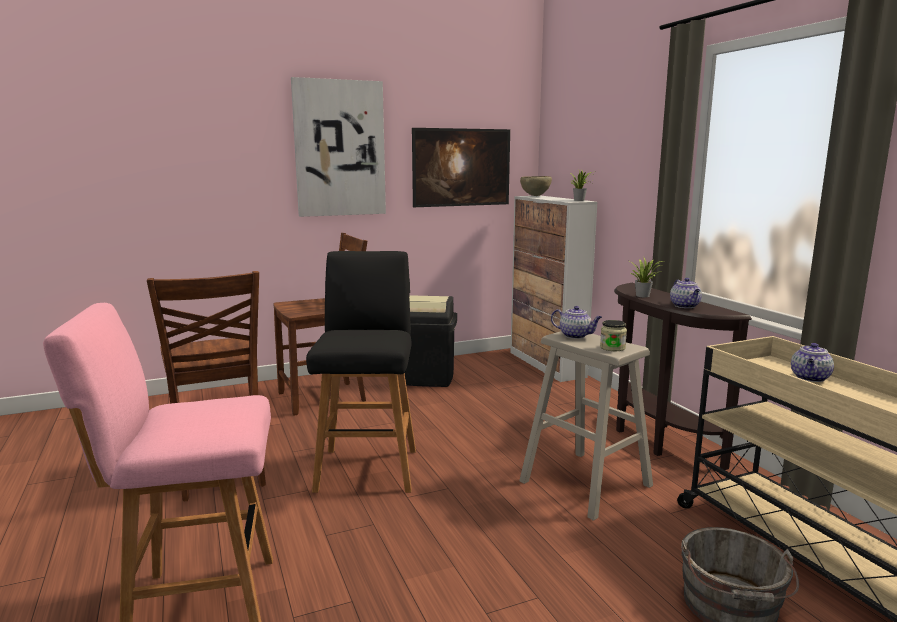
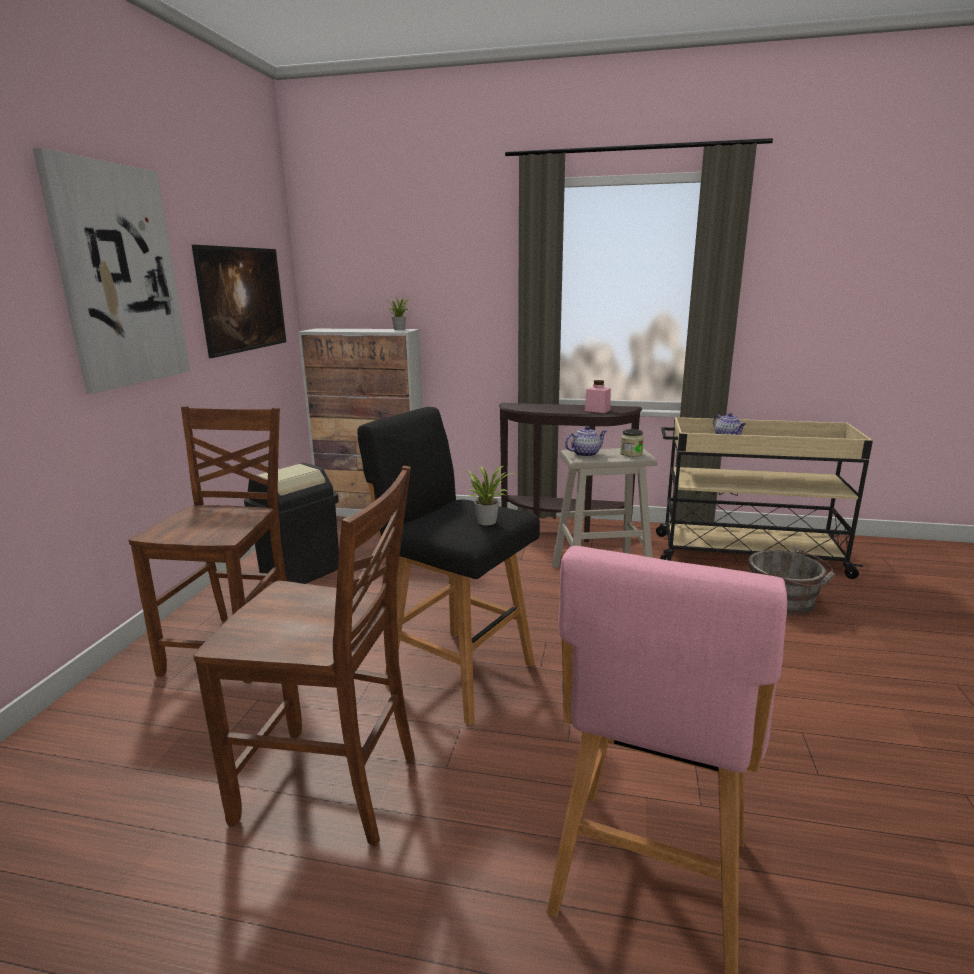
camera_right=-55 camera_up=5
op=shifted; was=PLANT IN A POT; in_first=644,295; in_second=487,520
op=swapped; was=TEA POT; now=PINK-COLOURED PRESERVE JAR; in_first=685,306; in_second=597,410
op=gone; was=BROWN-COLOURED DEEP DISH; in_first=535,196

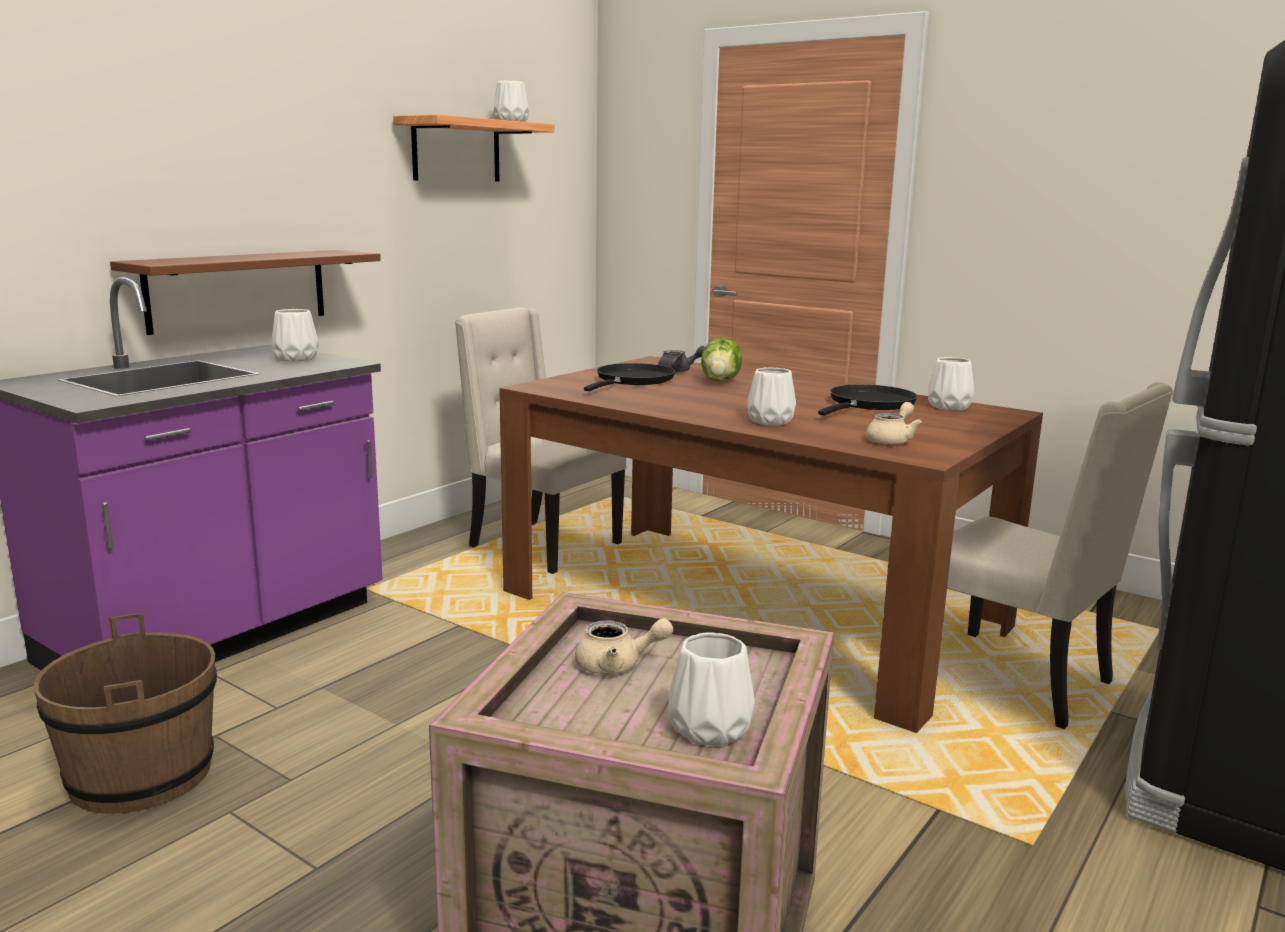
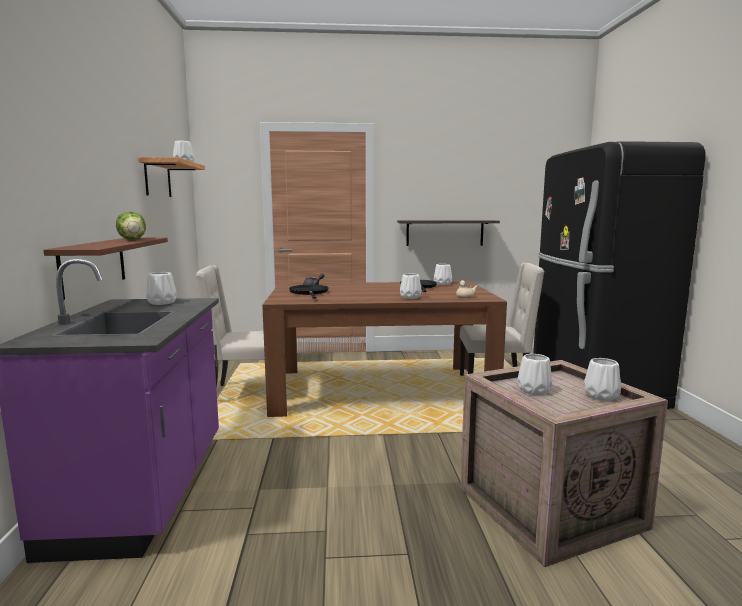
camera_right=-40 camera_up=-5
op=shifted; was=LETTUCE HEAD; in_first=721,380; in_second=133,239
op=new; now=SHELF; in_second=444,233
op=swapped; was=SAND-COLOURED TEA POT; now=WHITE-COLOURED VASE; in_first=617,665; in_second=533,390
op=gone; was=BROWN-COLOURED WATER BUCKET; in_first=142,775

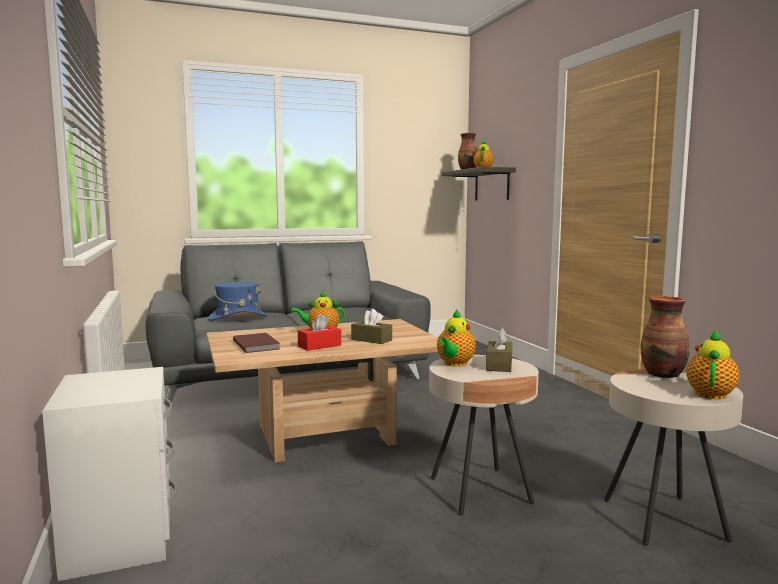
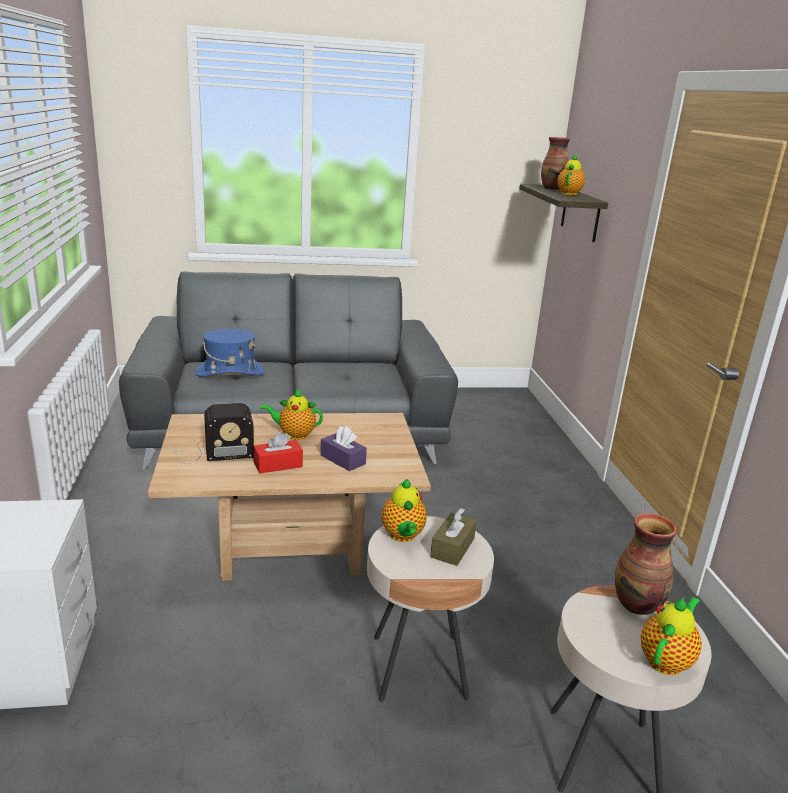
camera_right=10 camera_up=15
op=swapped; was=BROWN-COLOURED VOLUME; now=RADIO RECEIVER; in_first=257,345; in_second=212,452
op=repainted; was=BROWN-COLOURED TISSUE HOLDER; now=PURPLISH TISSUE HOLDER; in_first=371,340; in_second=342,459
op=rotated; was=TEA POT; in_first=454,364; in_second=403,536; clockwise=-45

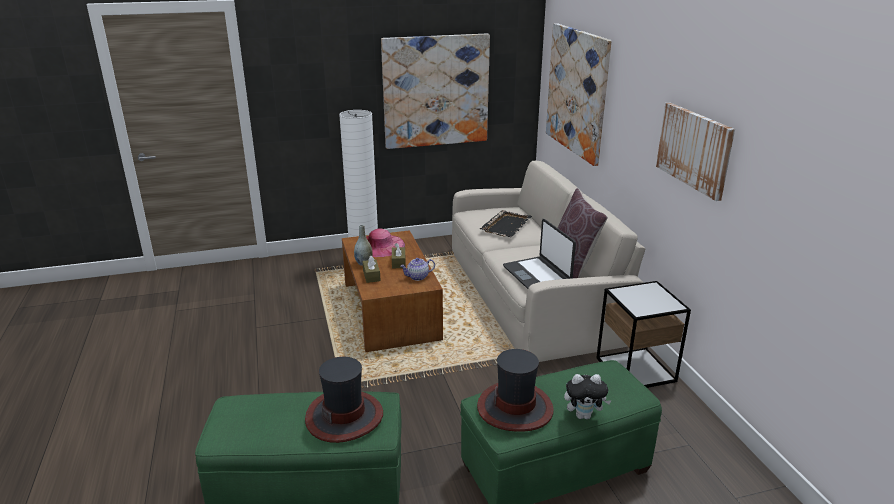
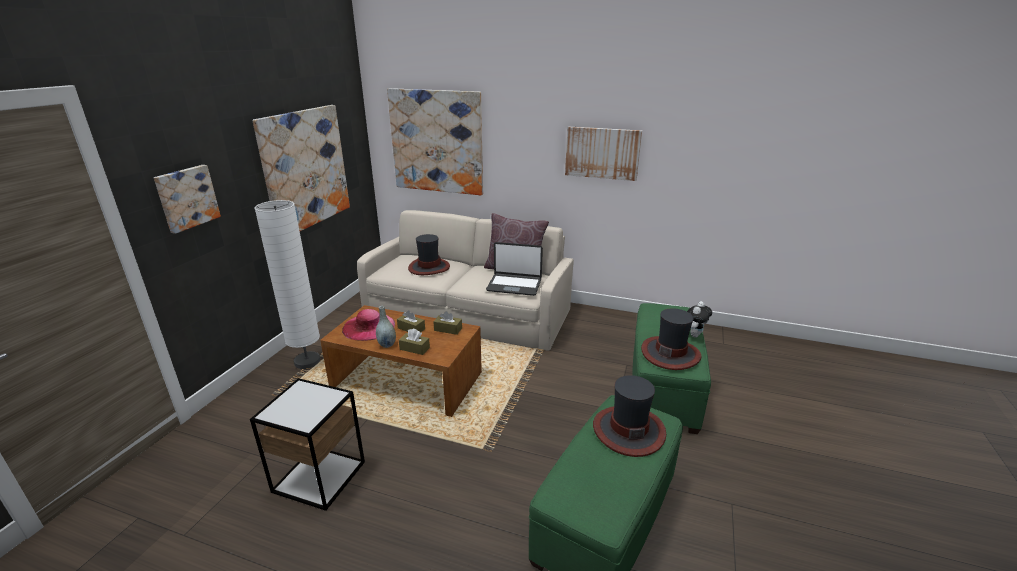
camera_right=-55 camera_up=0
op=new; now=WALL ART; in_second=186,198
op=shifted; was=END TABLE; in_first=636,369; in_second=319,476
op=swapped; was=BLACKISH TRAY; now=HAT; in_first=506,225; in_second=429,267
op=swapped; was=TEA POT; now=BROWN-COLOURED TISSUE HOLDER; in_first=417,277; in_second=448,329

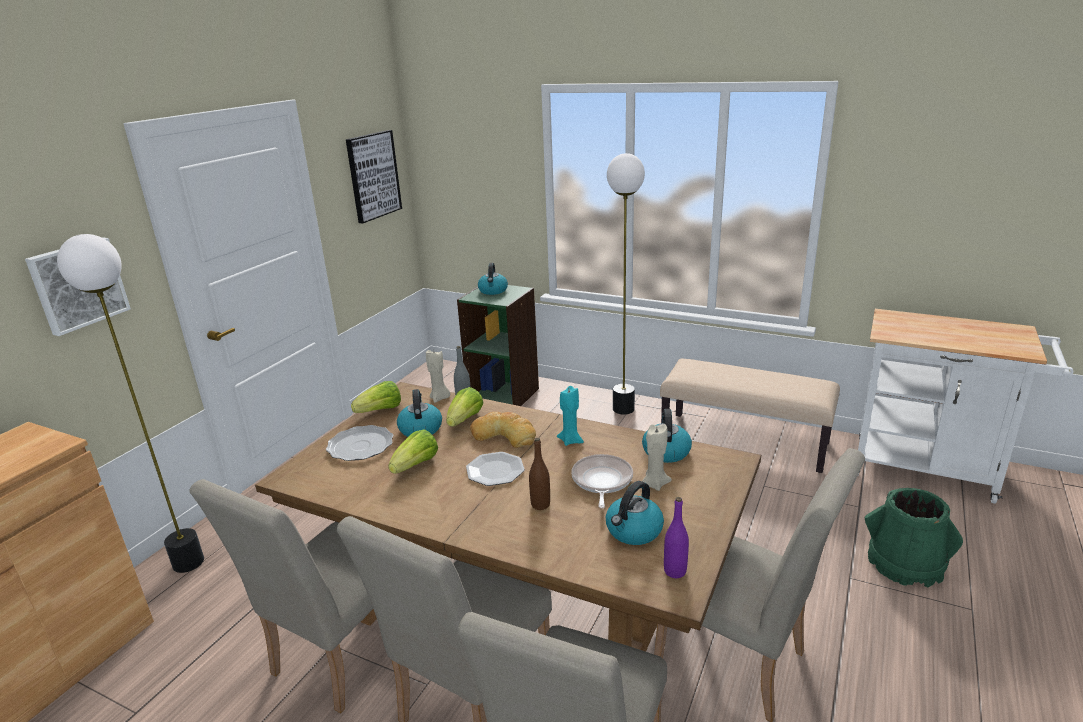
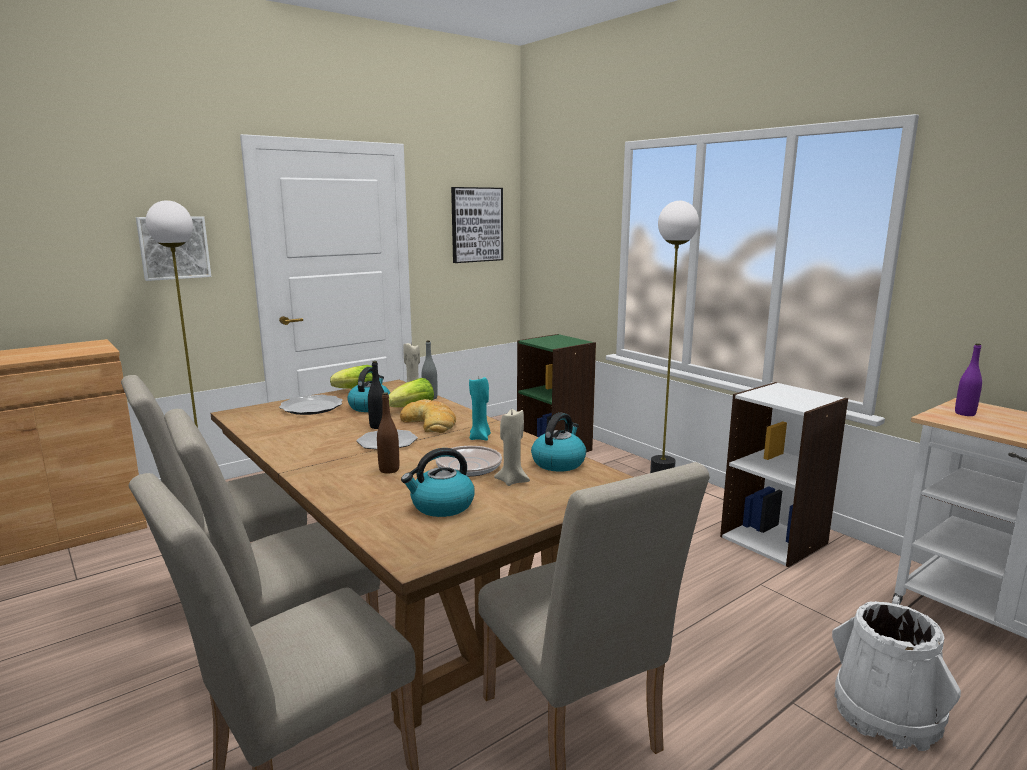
camera_right=25 camera_up=-10
op=new; now=BLACKISH DRINK BOTTLE; in_second=378,426
op=swapped; was=SAND-COLOURED BENCH; now=WHITE-COLOURED SHELVING UNIT; in_first=744,441; in_second=774,540
op=repainted; was=GREEN-COLOURED WATER BUCKET; now=WHITE-COLOURED WATER BUCKET; in_first=904,563; in_second=885,713
op=shifted; was=PURPLISH DRINK BOTTLE; in_first=675,571; in_second=965,413
op=gone; was=LETTUCE HEAD; in_first=416,465
op=gone; was=KETTLE; in_first=493,291

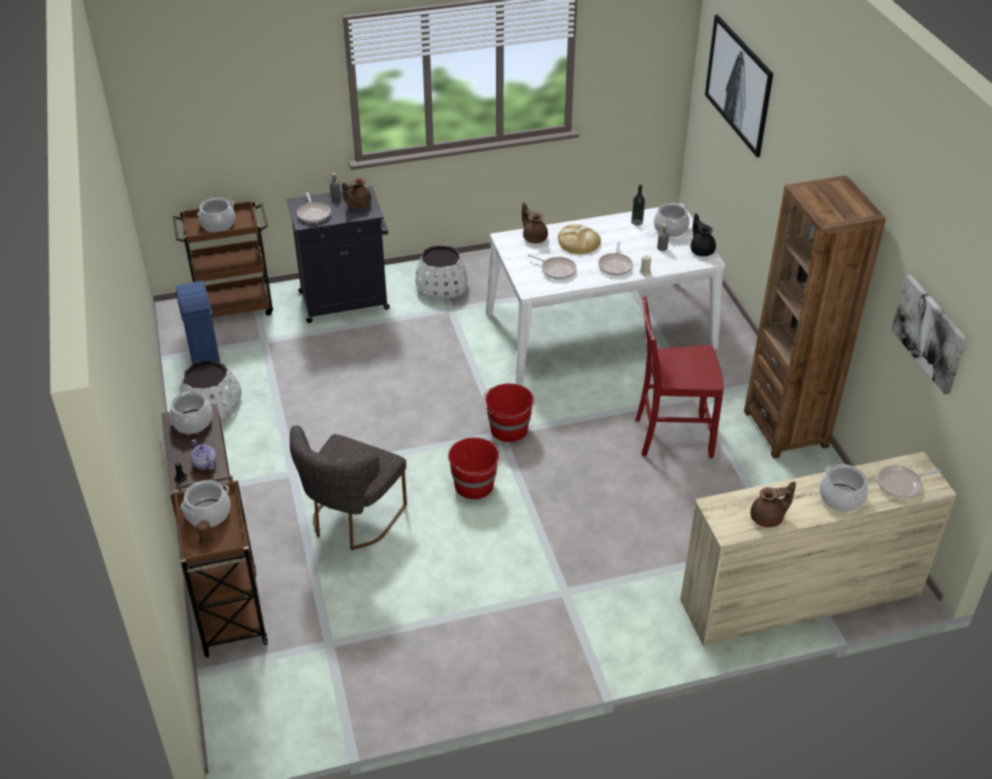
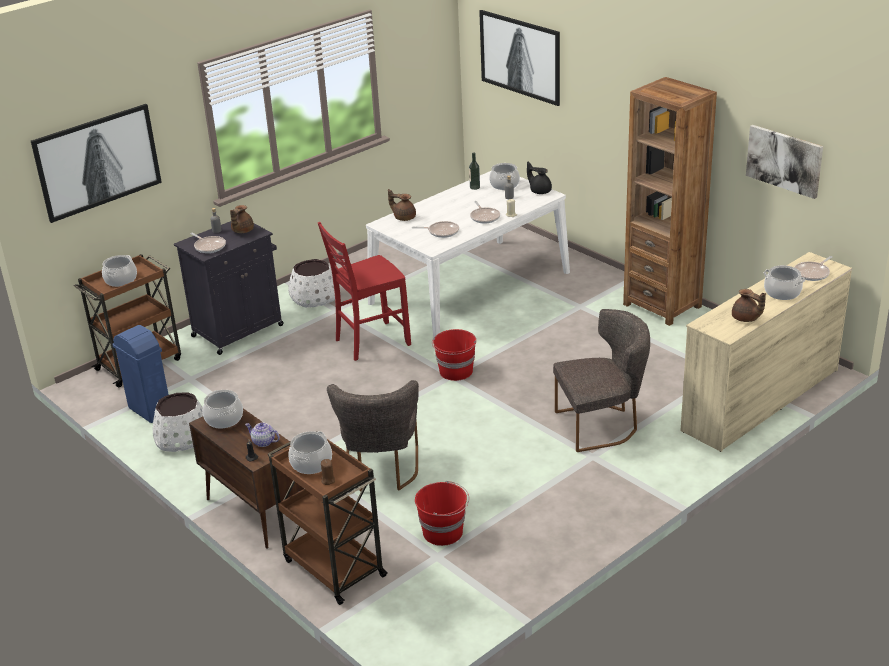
camera_right=-25 camera_up=-10
op=new; now=WALL ART; in_second=98,162
op=shifted; was=RED-COLOURED PLAIN CHAIR; in_first=671,436; in_second=370,342
op=shifted; was=RED-COLOURED WATER BUCKET; in_first=475,485; in_second=443,532
op=new; now=GREY PLAIN CHAIR; in_second=602,425
op=rotated; was=BROWN-COLOURED TEA POT; in_first=768,518; in_second=746,319; clockwise=90
op=gone; was=BAKED BREAD; in_first=578,242

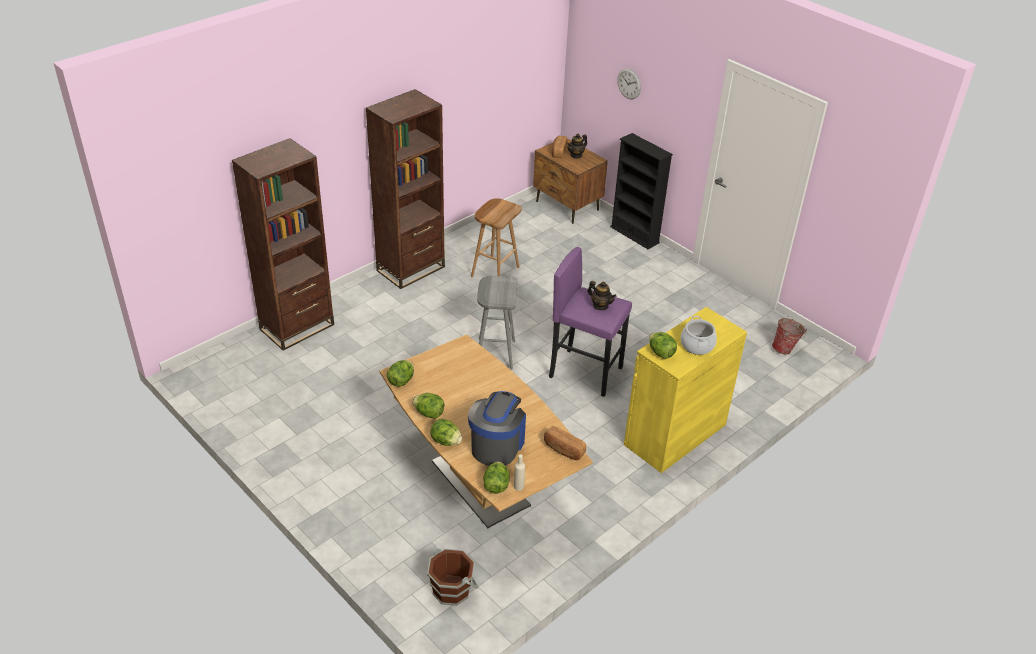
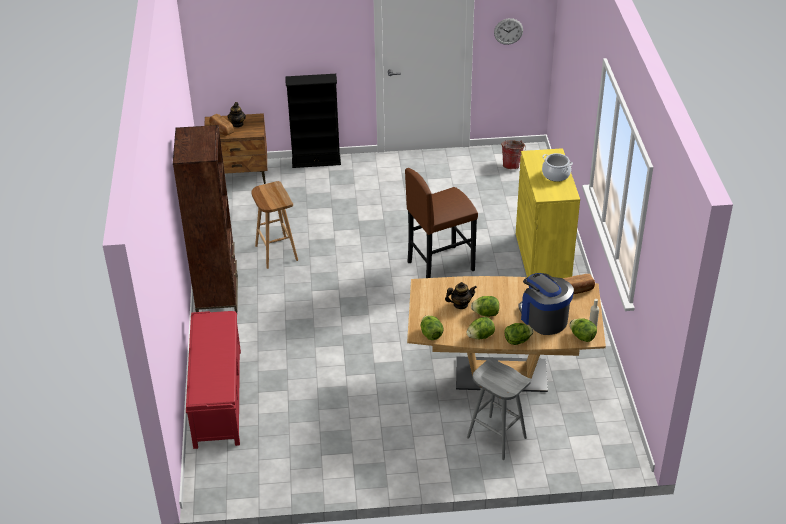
camera_right=-50 camera_up=0
op=swapped; was=BROWN-COLOURED SHELVING UNIT; now=RED-COLOURED BENCH; in_first=297,327; in_second=218,397
op=repainted; was=PURPLISH SITTING STOOL; now=BROWN-COLOURED SITTING STOOL; in_first=585,372; in_second=440,266
op=shifted; was=TEA POT; in_first=600,306; in_second=460,304
op=shifted; was=GREY SITTING STOOL; in_first=495,353; in_second=495,437
op=shifted; was=LETTUCE HEAD; in_first=661,353; in_second=486,313
op=shifted; was=CLOCK ON THE WALL; in_first=629,83; in_second=508,31
op=gone; was=BROWN-COLOURED WATER BUCKET; in_first=452,589

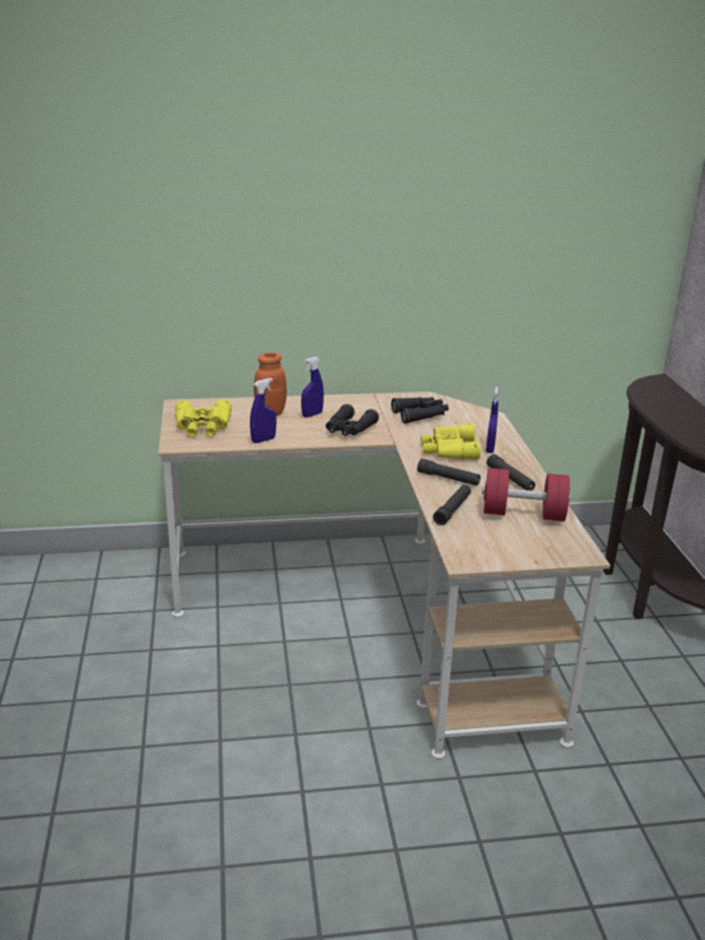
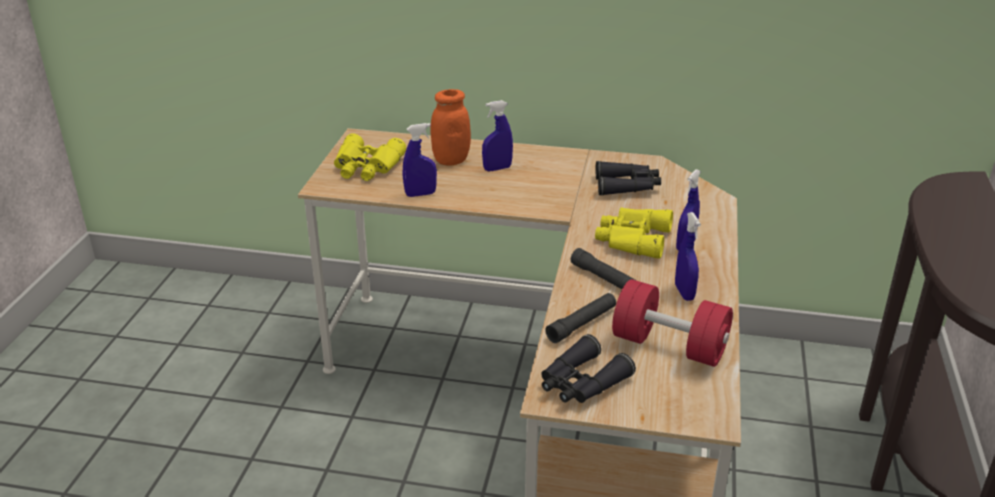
camera_right=20 camera_up=5
op=shifted; was=BLACKISH FIELD GLASSES; in_first=349,430; in_second=581,383
op=swapped; was=BLACKISH FLASHLIGHT; now=BLUISH SPRAYER; in_first=510,479; in_second=684,292

